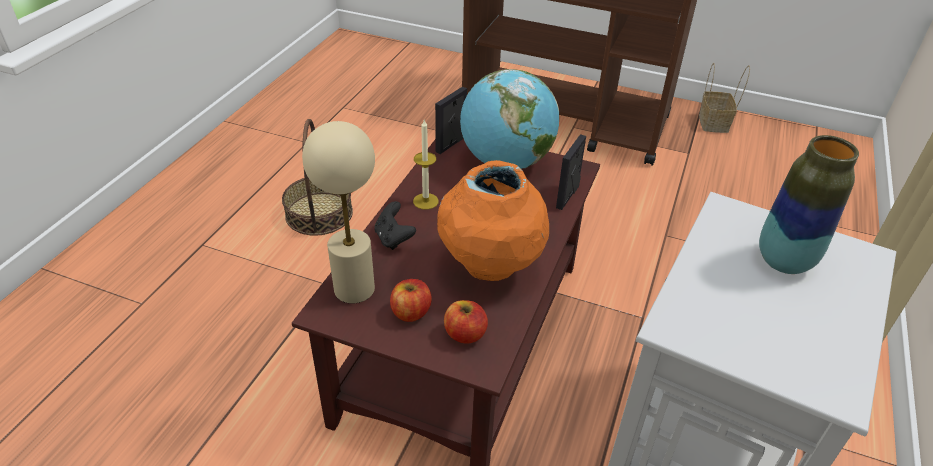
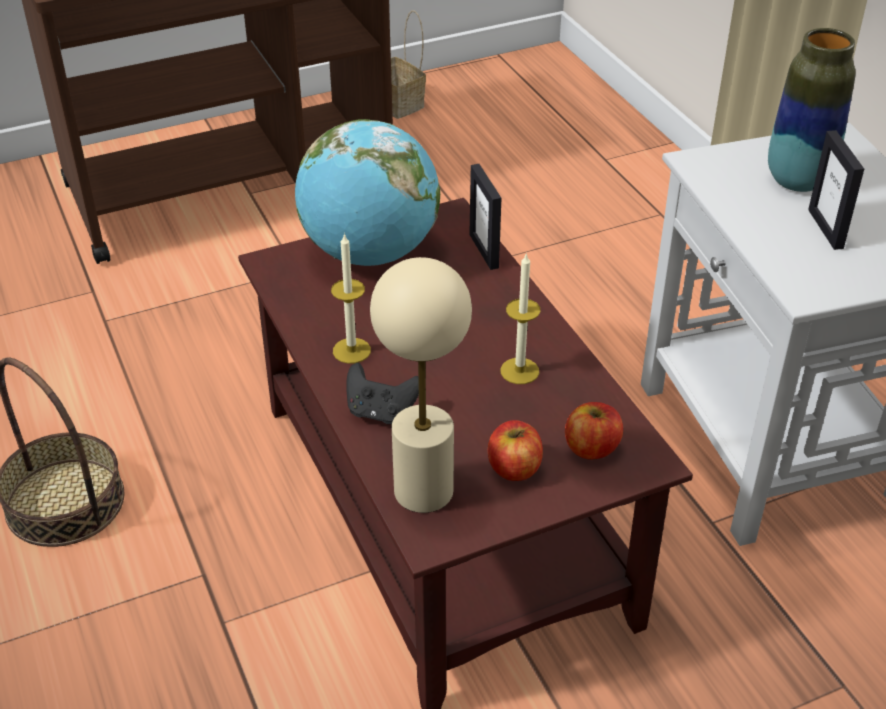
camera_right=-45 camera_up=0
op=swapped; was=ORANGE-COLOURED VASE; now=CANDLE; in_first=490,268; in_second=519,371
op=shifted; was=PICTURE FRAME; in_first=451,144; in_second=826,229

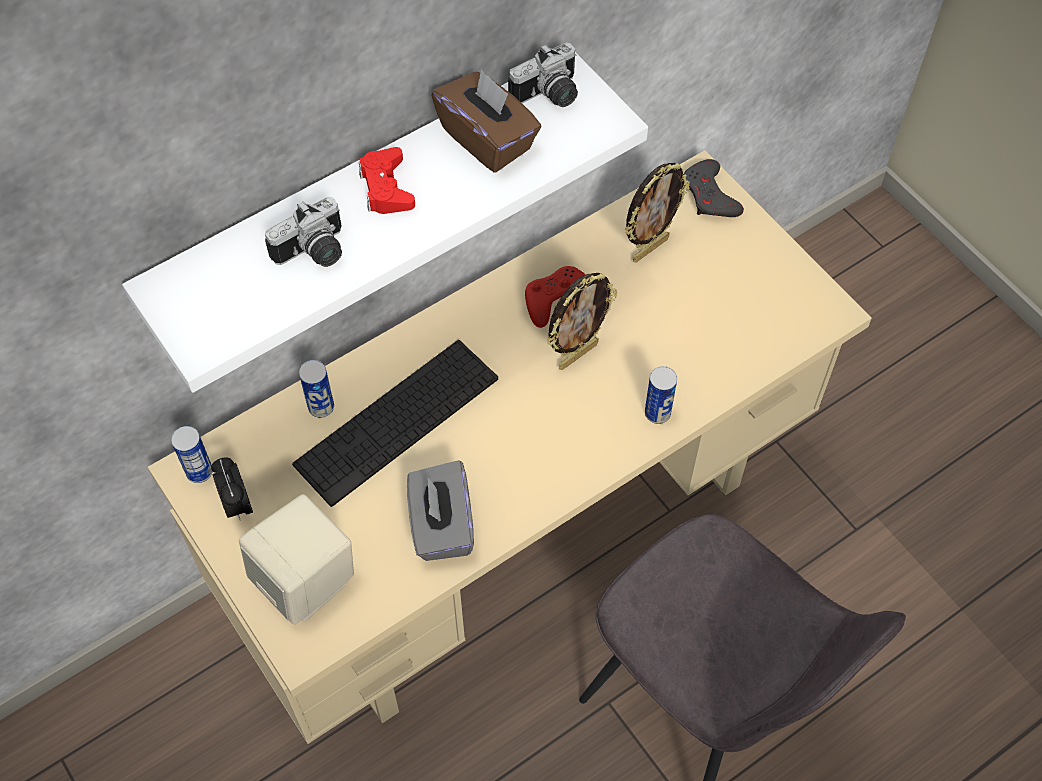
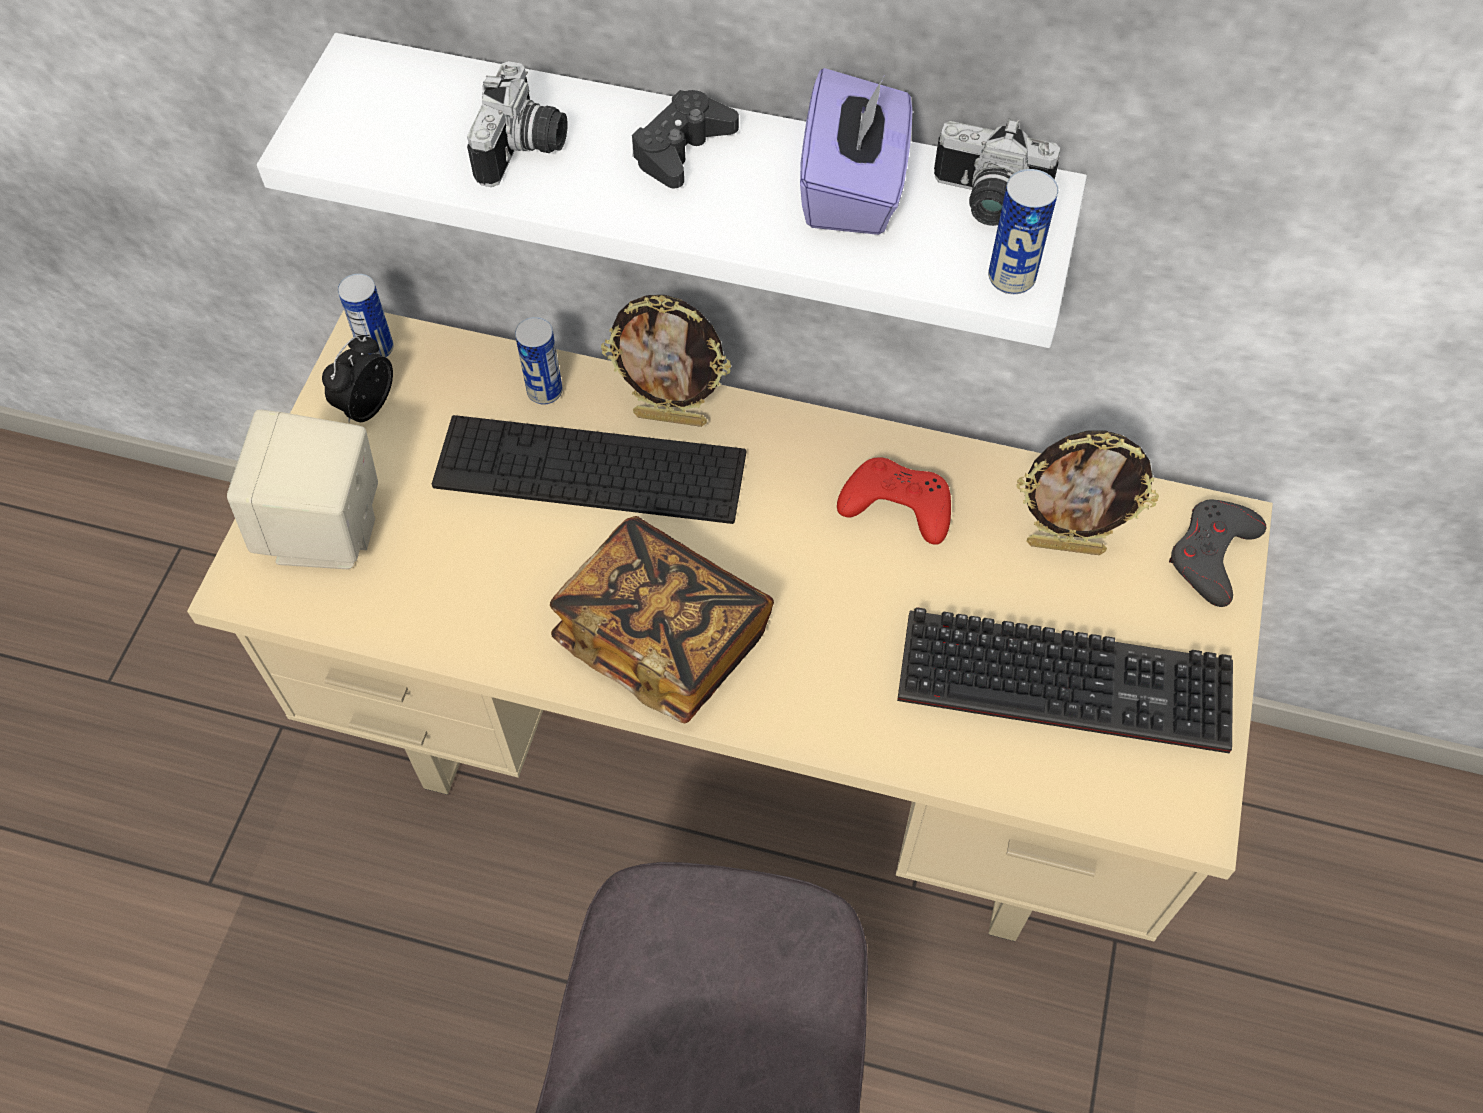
camera_right=50 camera_up=0
op=rotated; was=PHOTO CAMERA; in_first=314,253; in_second=526,150; clockwise=-90
op=new; now=VOLUME; in_second=663,638
op=shifted; was=PICTURE FRAME; in_first=577,354; in_second=671,417
op=repainted; was=RED-COLOURED JOYPAD; now=BLACKISH JOYPAD; in_first=386,188; in_second=682,148
op=repainted; was=BROWN-COLOURED TISSUE HOLDER; now=PURPLISH TISSUE HOLDER; in_first=488,139; in_second=853,189
op=new; now=PC KEYBOARD; in_second=1070,678
op=shifted; was=SEALED CAN; in_first=657,413; in_second=1011,277
op=gone; was=GREY TISSUE HOLDER; in_first=441,526

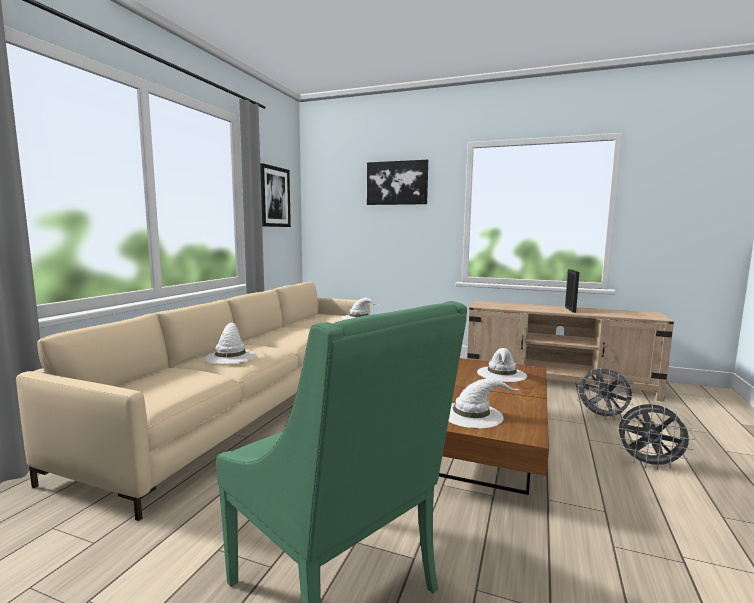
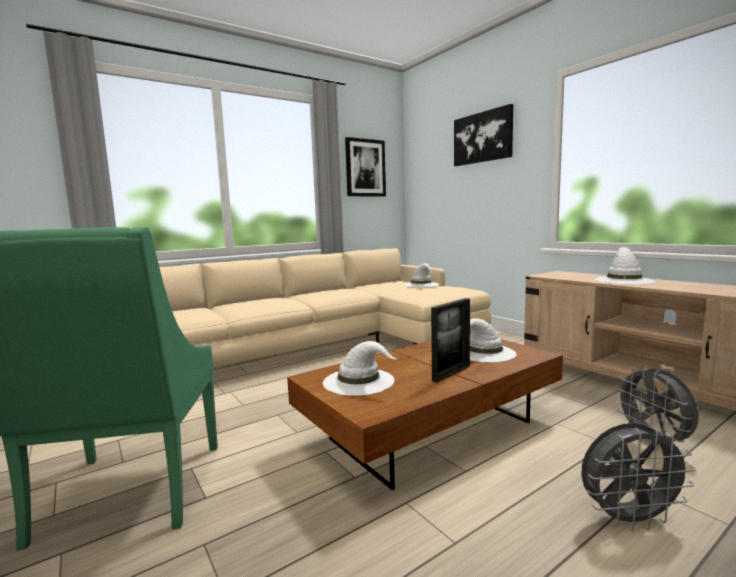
camera_right=35 camera_up=0
op=shifted; was=PICTURE FRAME; in_first=570,309; in_second=451,373
op=rotated; was=GREY ELECTRIC FAN; in_first=649,464; in_second=629,519; clockwise=-60
op=shifted; was=WHITE-COLOURED HAT; in_first=230,356; in_second=623,280

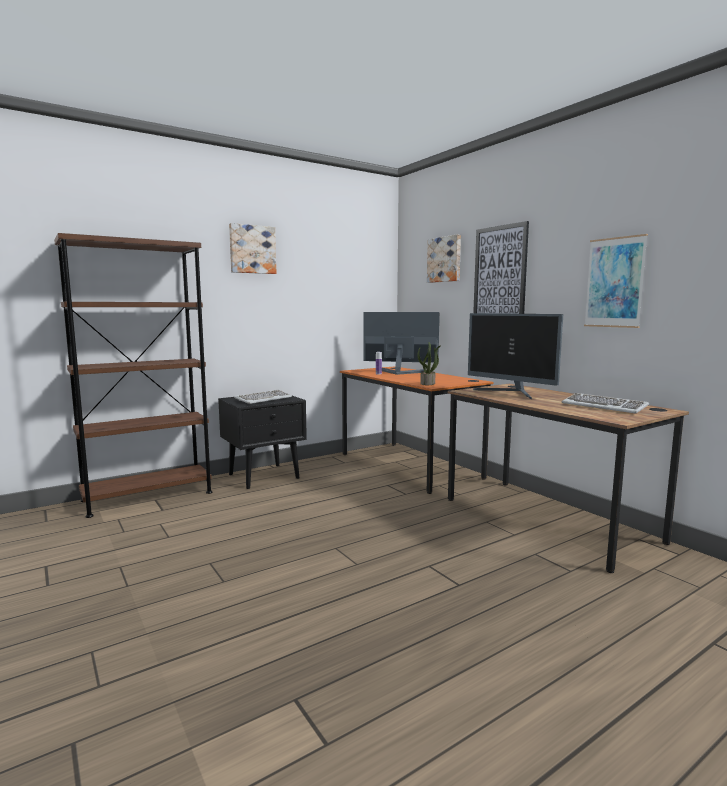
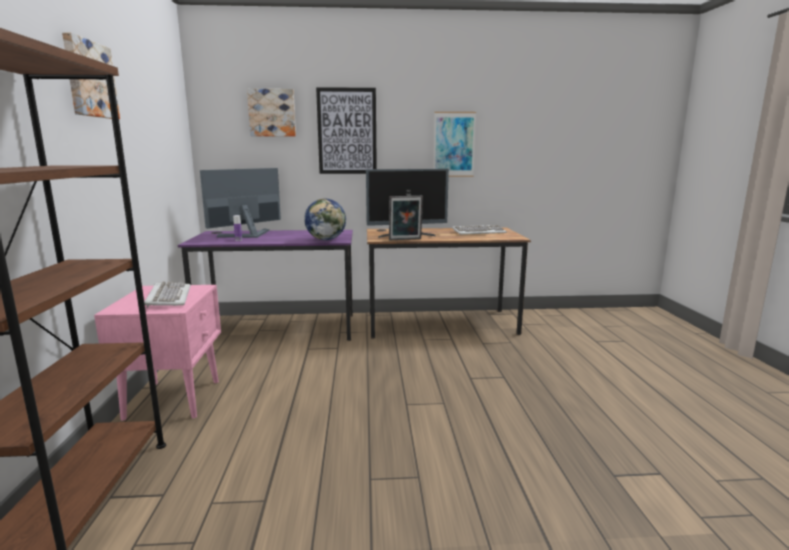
camera_right=-60 camera_up=5
op=repainted; was=BLACKISH NIGHTSTAND; now=PINK-COLOURED NIGHTSTAND; in_first=265,476; in_second=174,398
op=repainted; was=ORANGE-COLOURED DESK TABLE; now=PURPLISH DESK TABLE; in_first=409,465; in_second=279,328
op=swapped; was=PLANT IN A POT; now=GLOBE; in_first=428,383; in_second=326,239
op=new; now=PICTURE FRAME; in_second=405,239

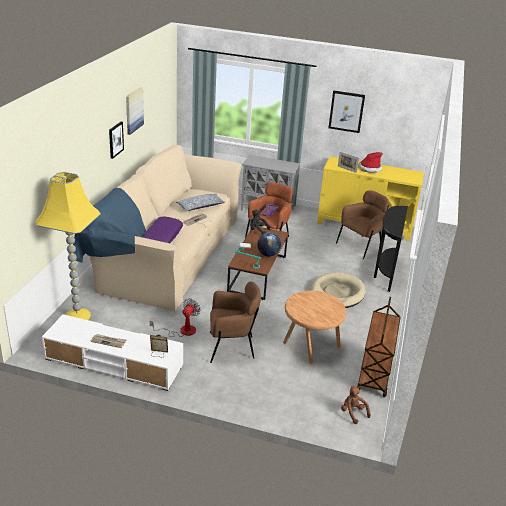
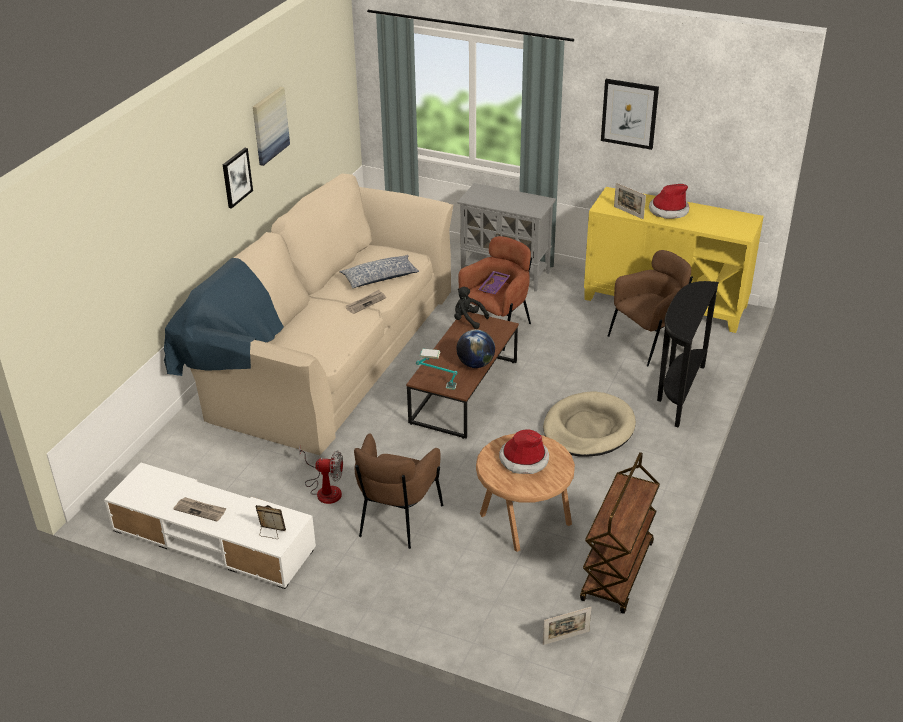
camera_right=10 camera_up=5
op=rotated; was=ELECTRIC FAN; in_first=181,331; in_second=324,489; clockwise=60
op=rotated; was=BROWN-COLOURED LOUNGE CHAIR; in_first=231,347; in_second=396,519; clockwise=105
op=new; now=HAT; in_second=523,459
op=swapped; was=BROWN-COLOURED CUDDLY TOY; now=PICTURE FRAME; in_first=353,413; in_second=566,638
op=gone; was=YELLOW-COLOURED FLOOR LAMP; in_first=77,315
op=gone; was=PURPLISH PILLOW; in_first=162,236

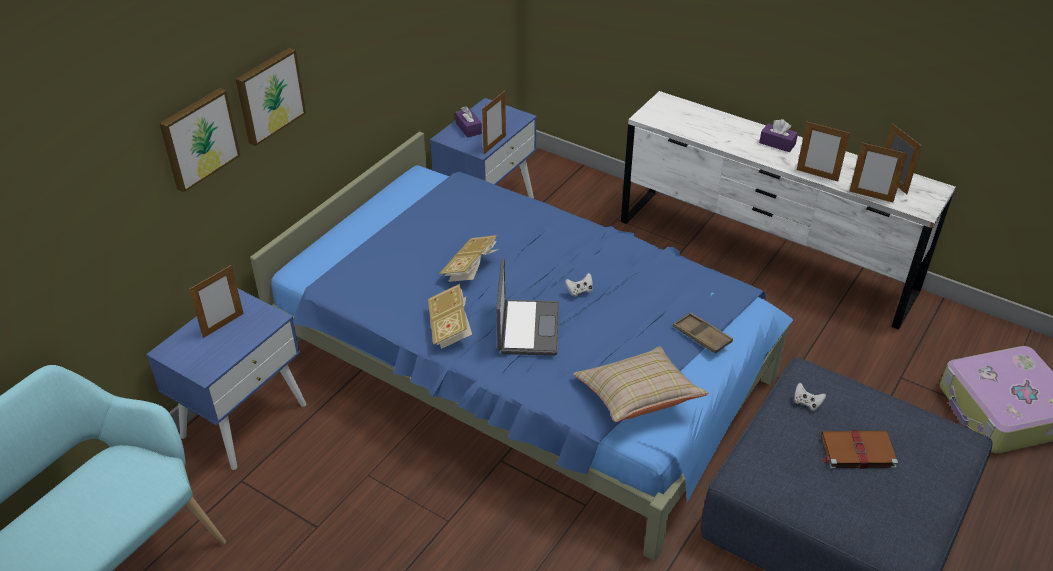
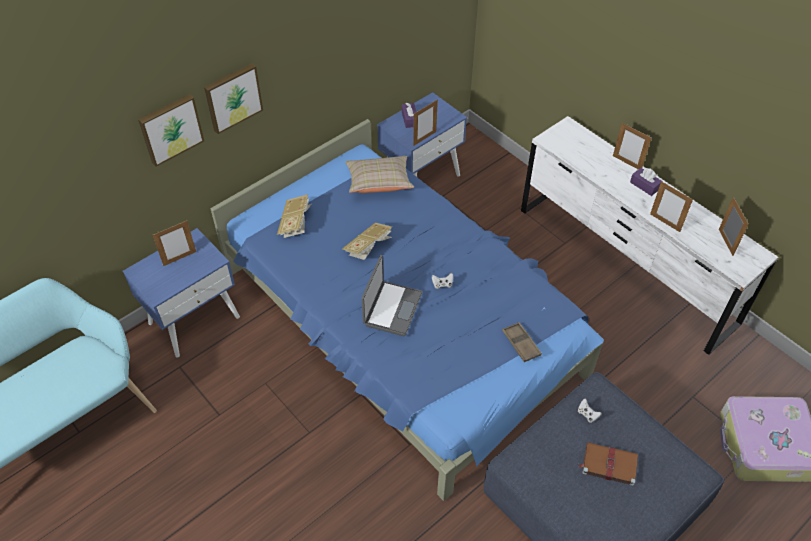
camera_right=15 camera_up=10
op=shifted; was=VOLUME; in_first=450,328; in_second=295,224
op=shifted; was=SAND-COLOURED PILLOW; in_first=637,398; in_second=379,183
op=shifted; was=PICTURE FRAME; in_first=871,196; in_second=627,163

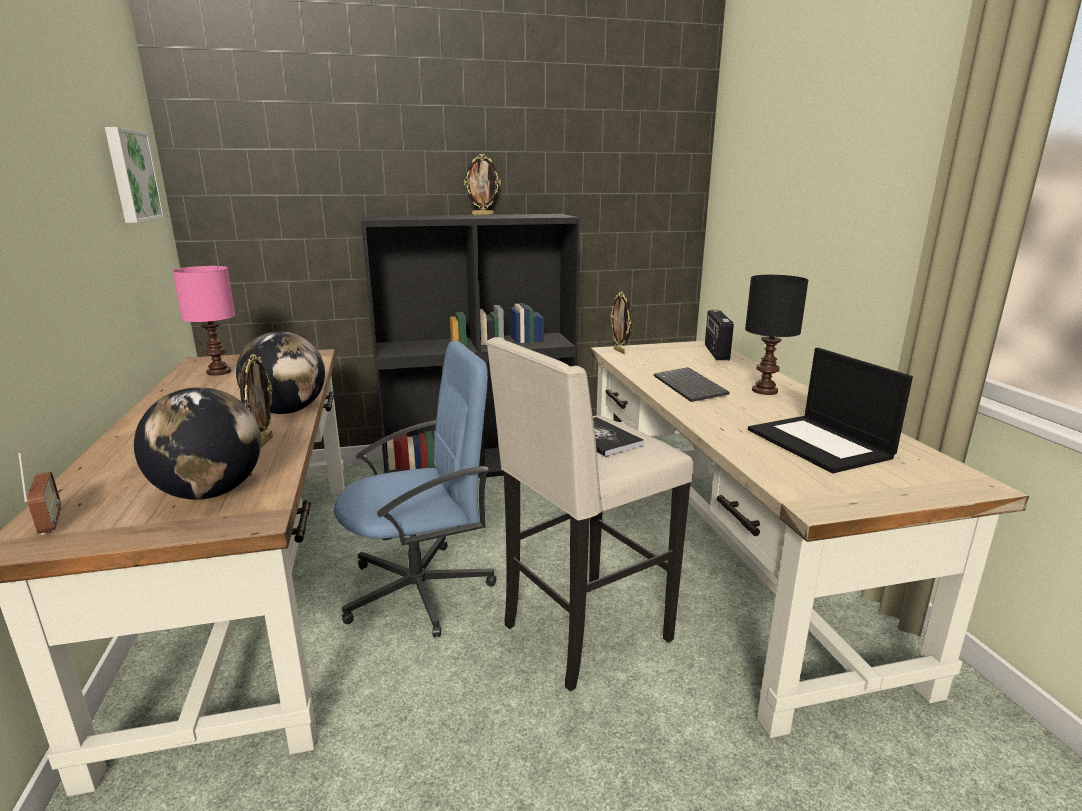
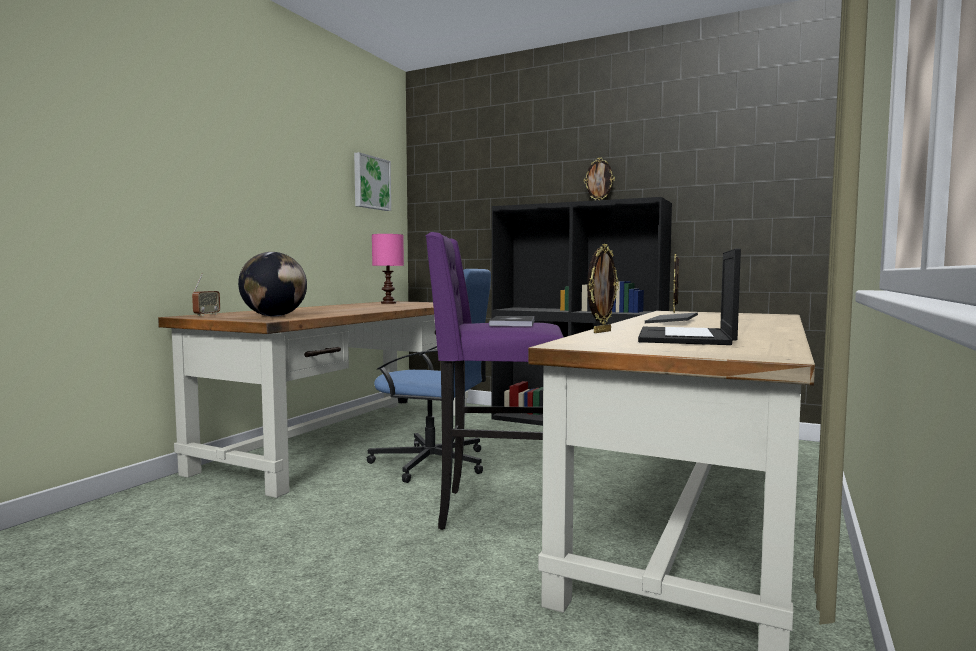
camera_right=40 camera_up=-15
op=repainted; was=SAND-COLOURED SITTING STOOL; now=PURPLISH SITTING STOOL; in_first=582,633; in_second=498,511
op=shifted; was=PICTURE FRAME; in_first=264,442; in_second=601,332
op=gone; was=GLOBE; in_first=287,411
op=gone; was=RADIO RECEIVER; in_first=715,352
op=gone; was=BLACKISH TABLETOP LAMP; in_first=765,391

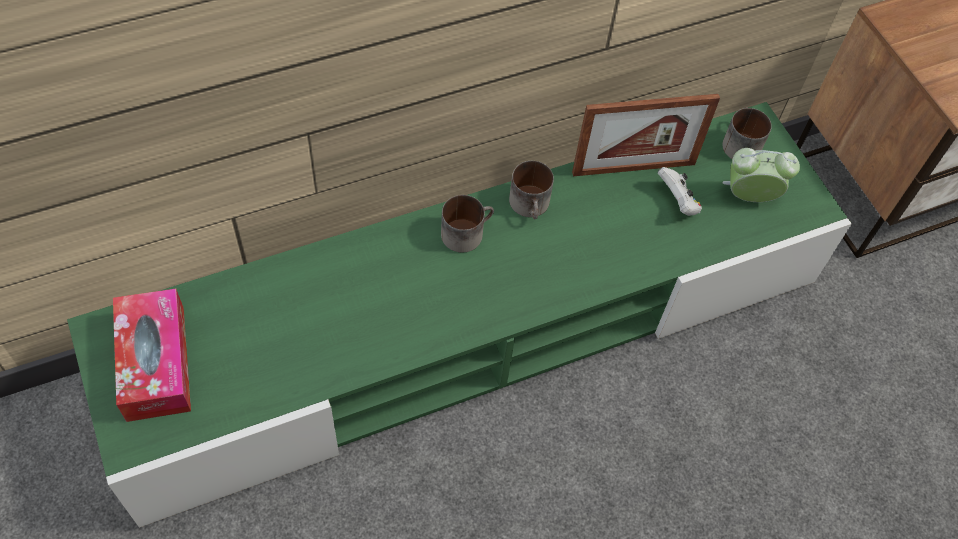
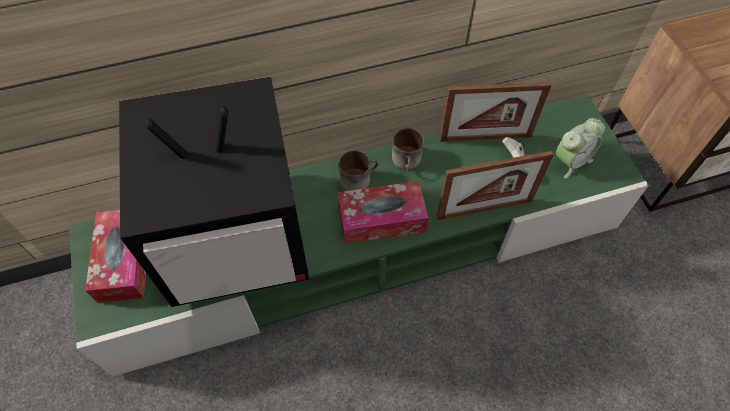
camera_right=10 camera_up=0
op=new; now=TELEVISION; in_second=238,237
op=new; now=TISSUE HOLDER; in_second=381,219
op=new; now=PICTURE FRAME; in_second=484,209
op=rotated; was=ALARM CLOCK; in_first=749,196; in_second=571,161; clockwise=135
op=gone; was=TEA MUG; in_first=739,143

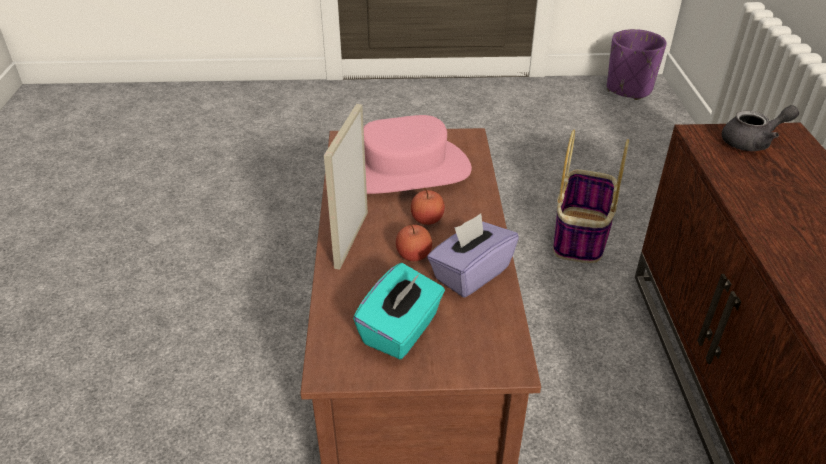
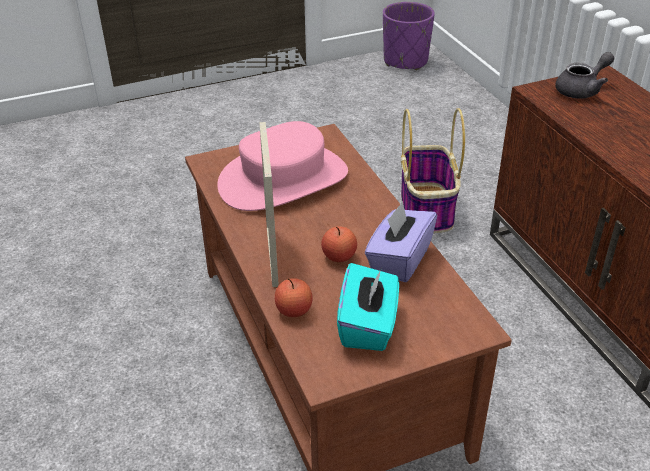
camera_right=-20 camera_up=0
op=shifted; was=WHOLE APPLE; in_first=427,219; in_second=294,310

